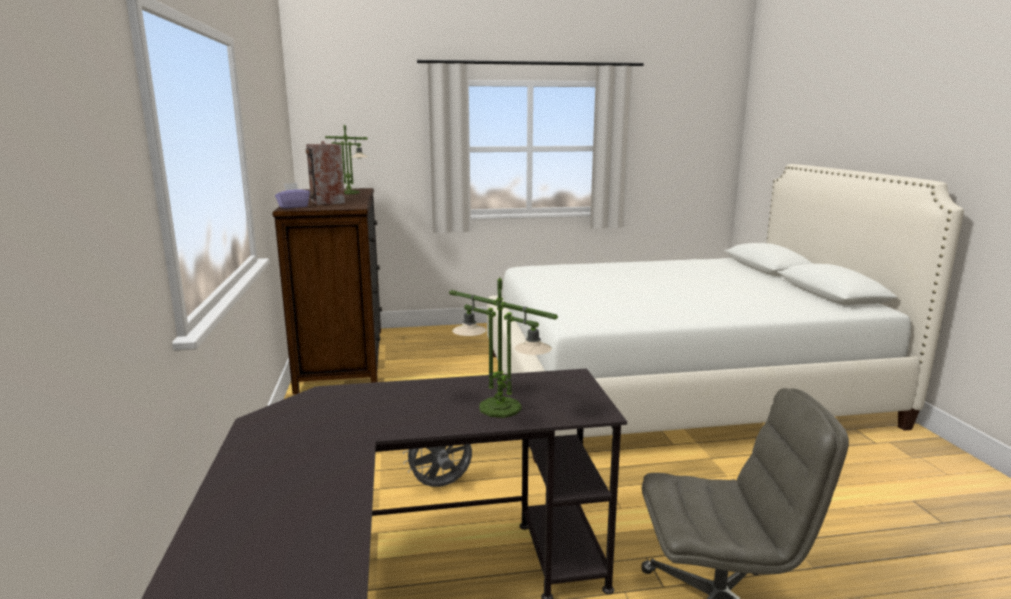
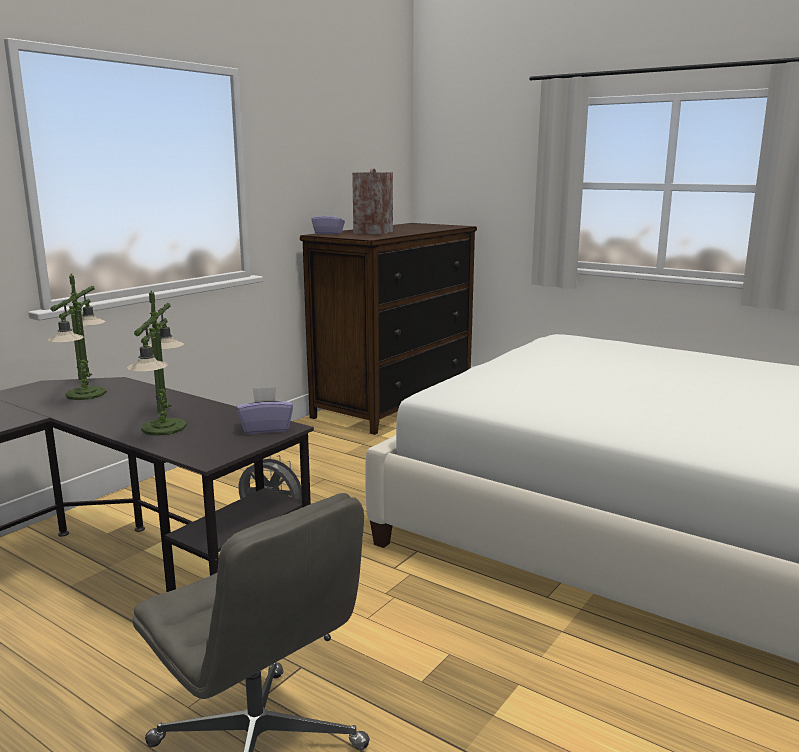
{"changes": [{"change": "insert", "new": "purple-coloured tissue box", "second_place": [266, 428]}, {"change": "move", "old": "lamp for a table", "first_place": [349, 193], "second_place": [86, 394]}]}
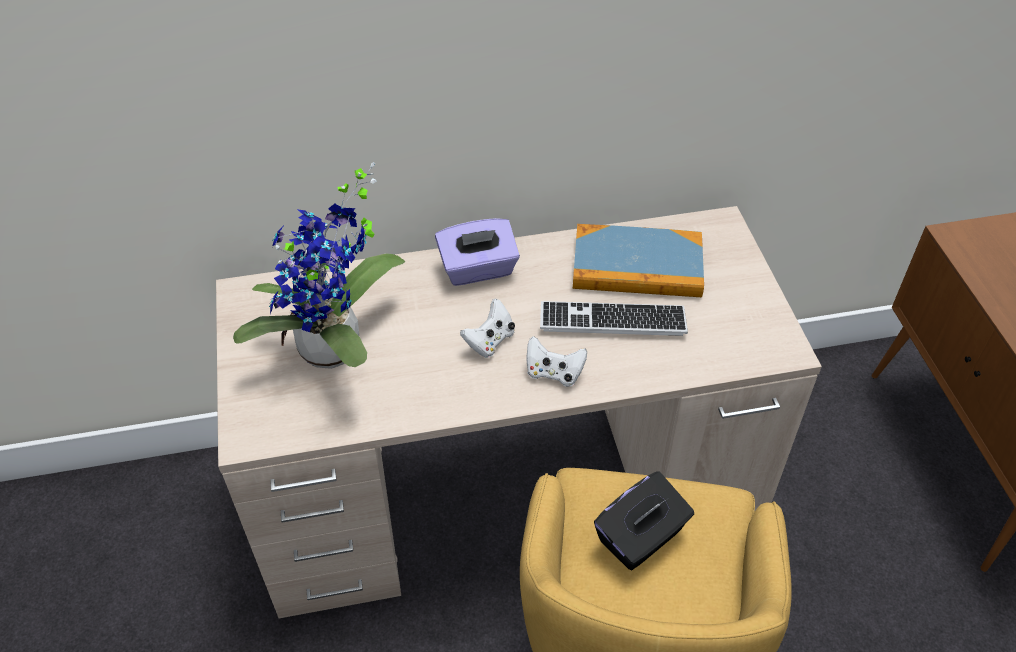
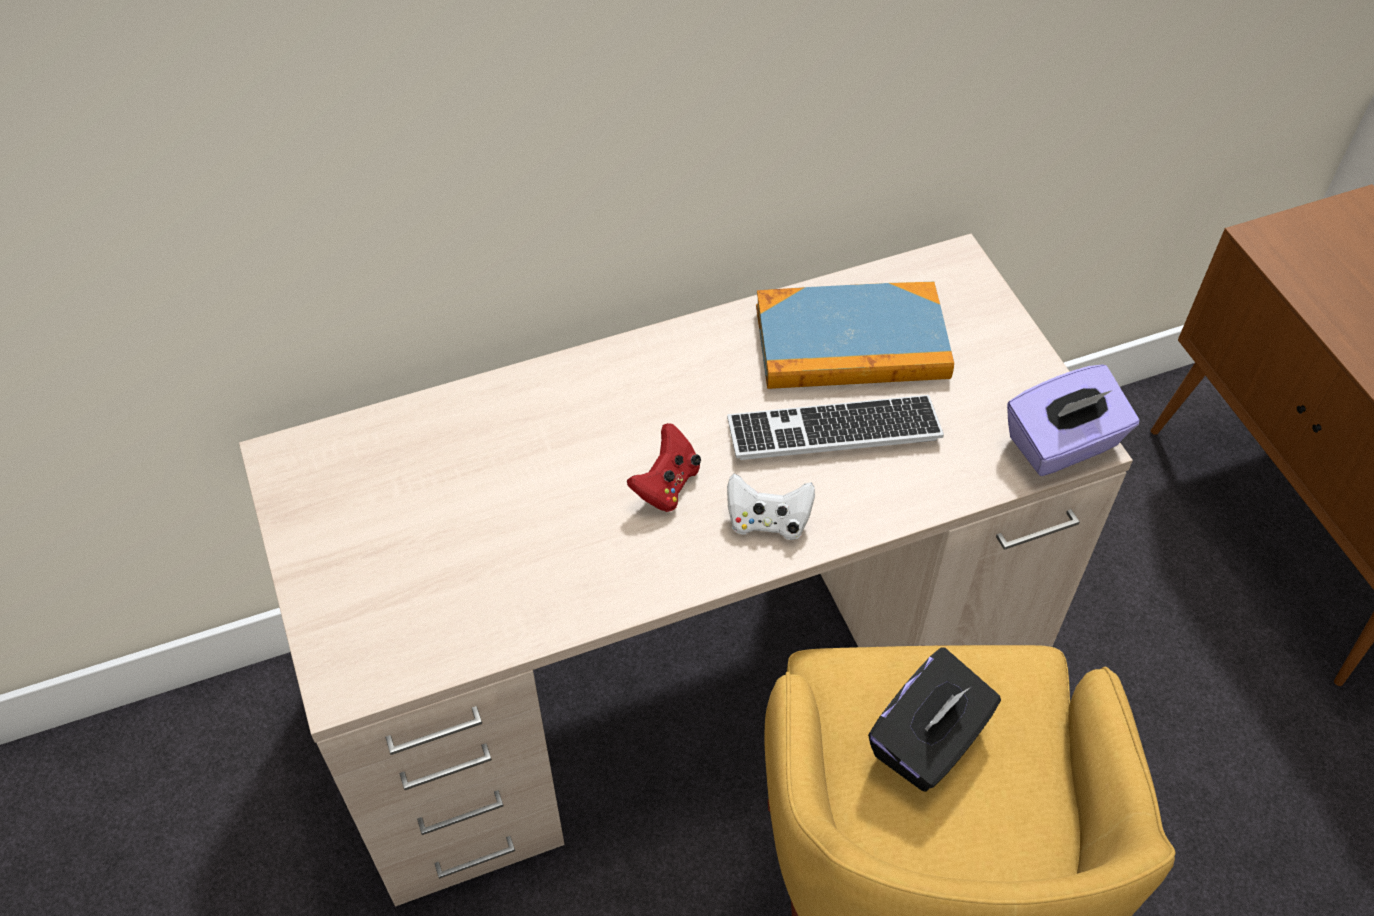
{"changes": [{"change": "delete", "old": "plant in a pot", "first_place": [336, 352]}, {"change": "move", "old": "purple-coloured tissue box", "first_place": [478, 269], "second_place": [1063, 444]}, {"change": "recolor", "old": "whitish game controller", "new": "reddish game controller", "first_place": [490, 341], "second_place": [666, 485]}]}
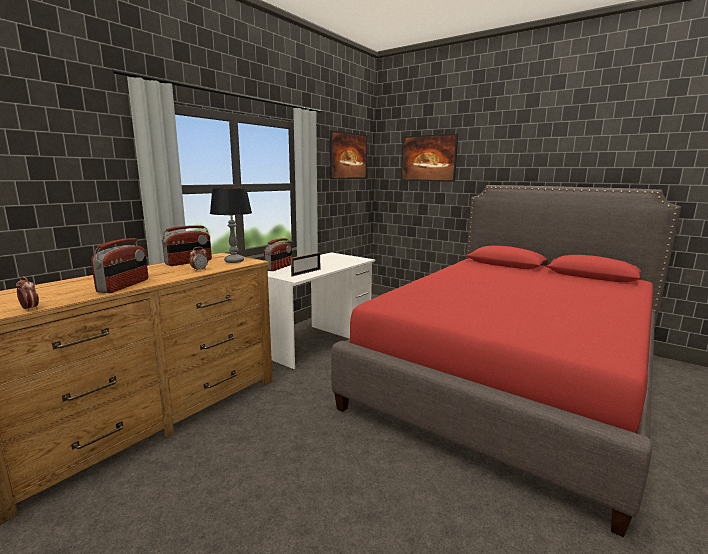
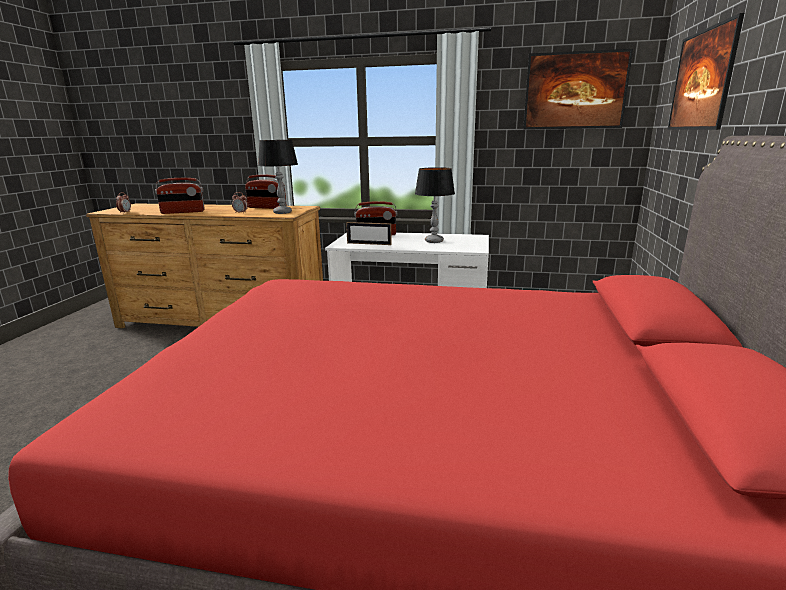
{"changes": [{"change": "insert", "new": "lamp for a table", "second_place": [434, 241]}]}
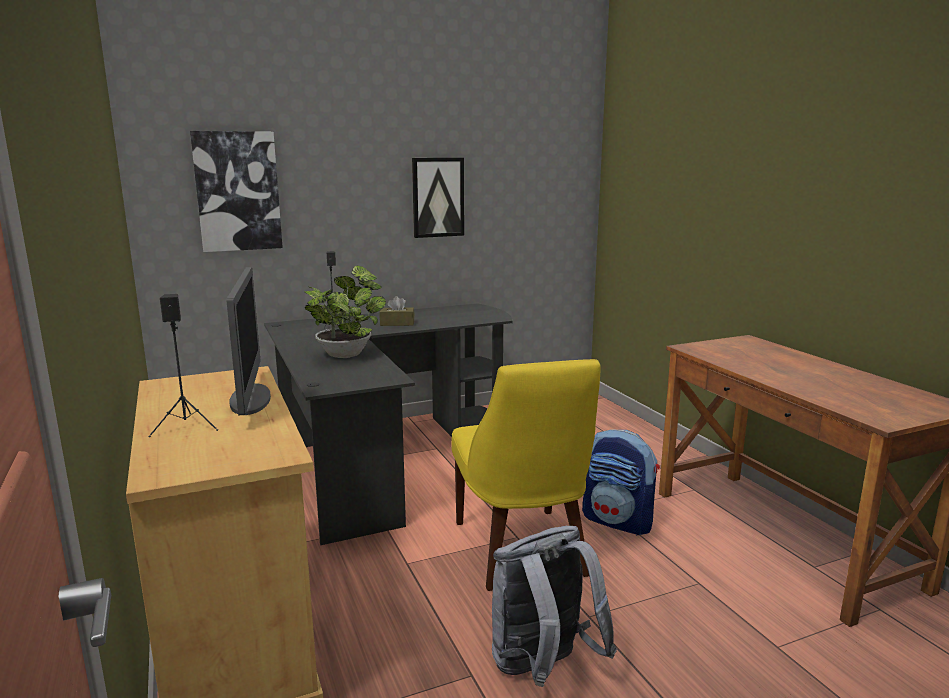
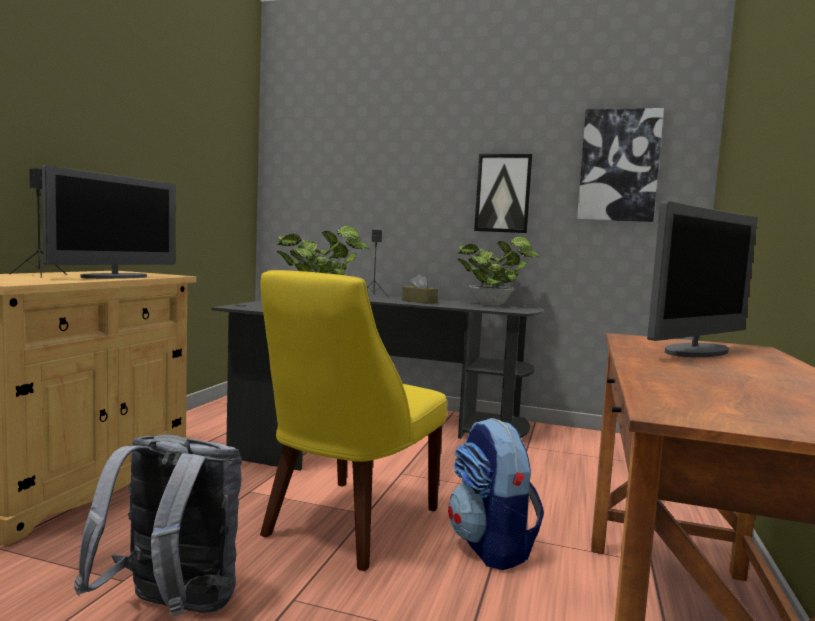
{"changes": [{"change": "insert", "new": "plant in a pot", "second_place": [494, 304]}, {"change": "insert", "new": "monitor", "second_place": [697, 351]}, {"change": "move", "old": "wall art", "first_place": [237, 191], "second_place": [618, 166]}]}
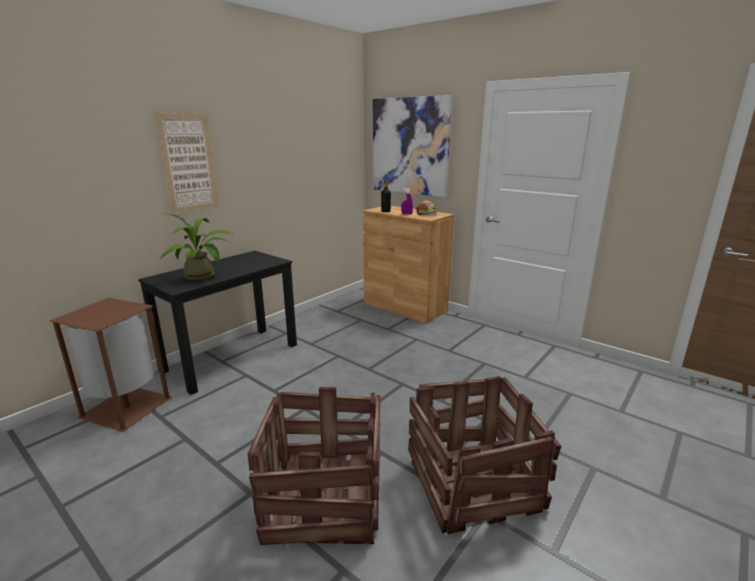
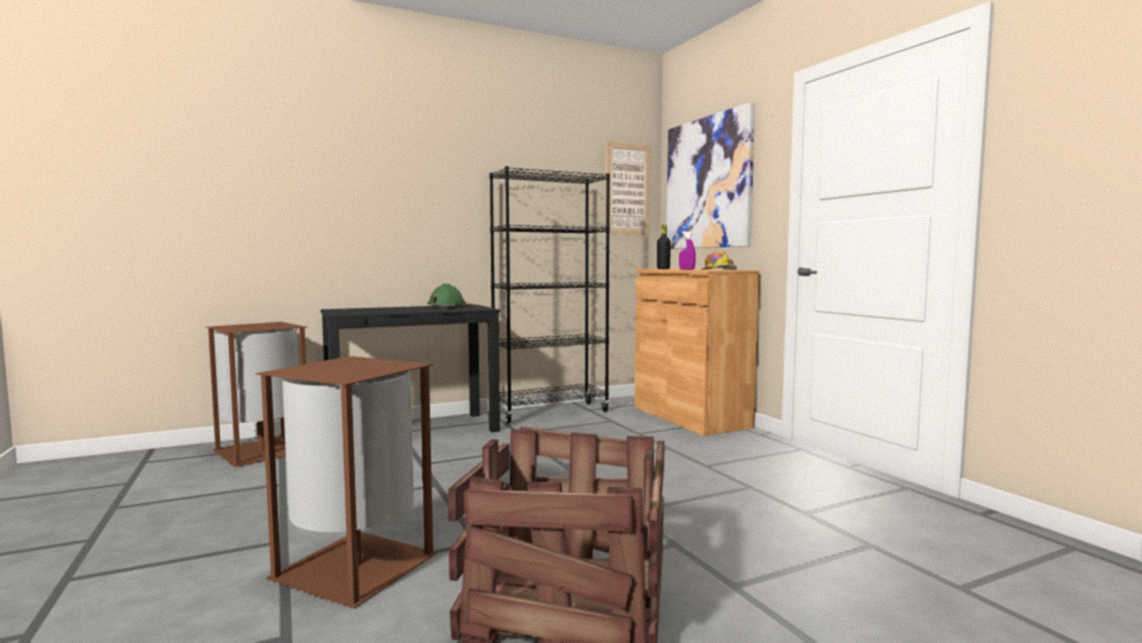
{"changes": [{"change": "delete", "old": "plant in a pot", "first_place": [203, 277]}, {"change": "insert", "new": "green-coloured hard hat", "second_place": [446, 306]}, {"change": "insert", "new": "black bookshelf", "second_place": [550, 412]}, {"change": "move", "old": "wall art", "first_place": [188, 163], "second_place": [627, 189]}, {"change": "replace", "old": "crate", "new": "brown-coloured trash can", "first_place": [324, 497], "second_place": [355, 565]}]}
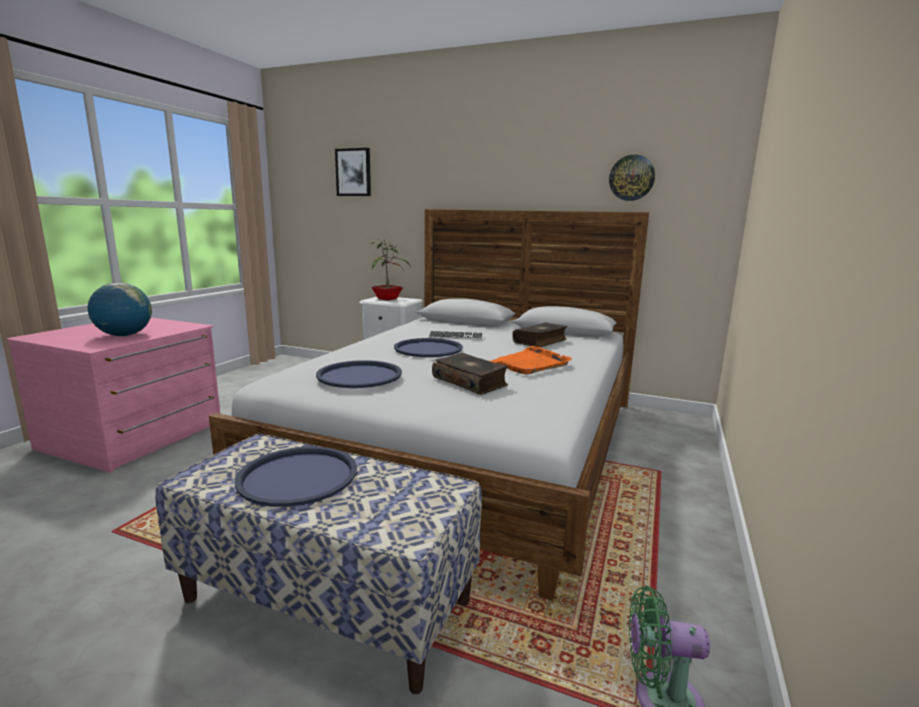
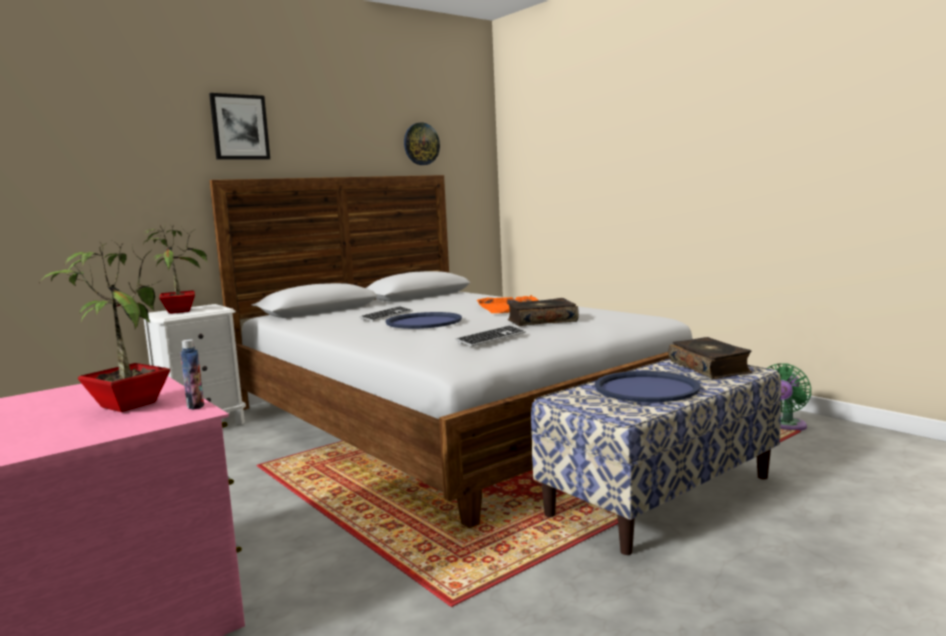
{"changes": [{"change": "insert", "new": "bottle", "second_place": [195, 406]}, {"change": "move", "old": "wall art", "first_place": [353, 172], "second_place": [239, 127]}, {"change": "move", "old": "volume", "first_place": [540, 341], "second_place": [710, 367]}, {"change": "replace", "old": "desk globe", "new": "plant in a pot", "first_place": [124, 335], "second_place": [126, 405]}, {"change": "replace", "old": "blue serving tray", "new": "computer keyboard", "first_place": [359, 375], "second_place": [491, 338]}]}
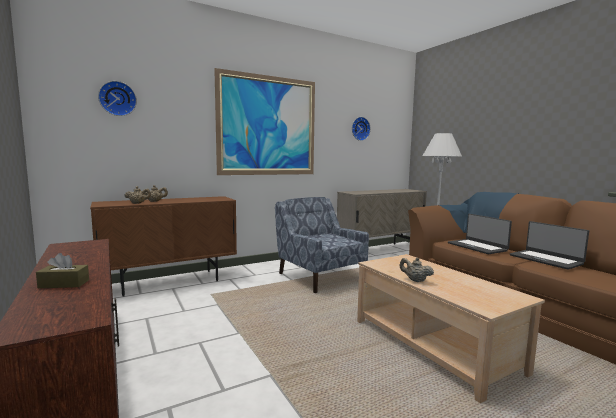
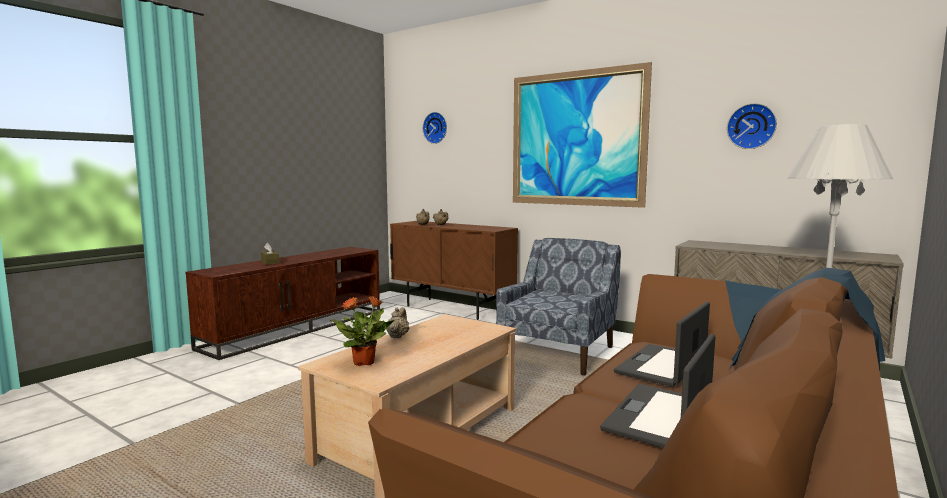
{"changes": [{"change": "insert", "new": "plant in a pot", "second_place": [365, 362]}]}
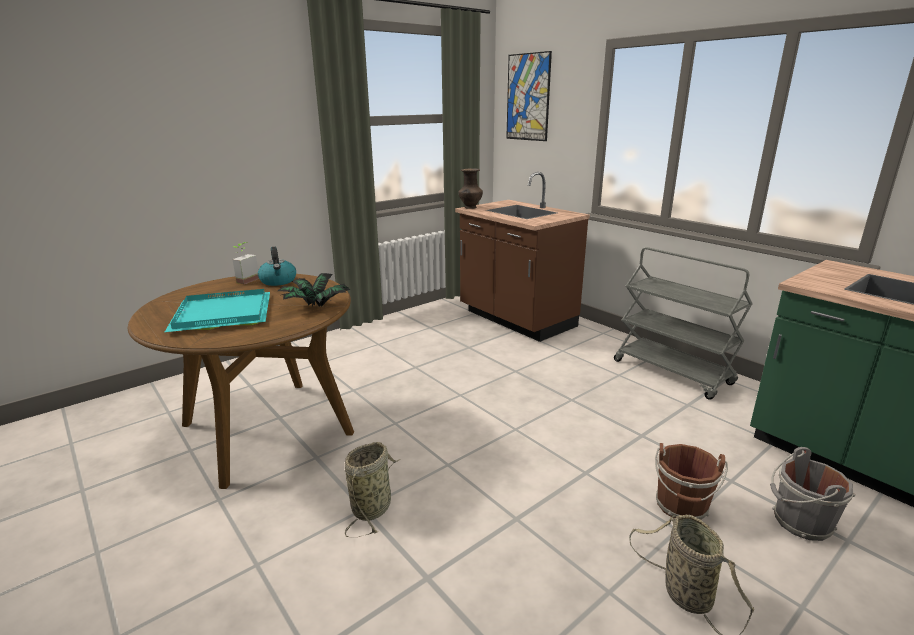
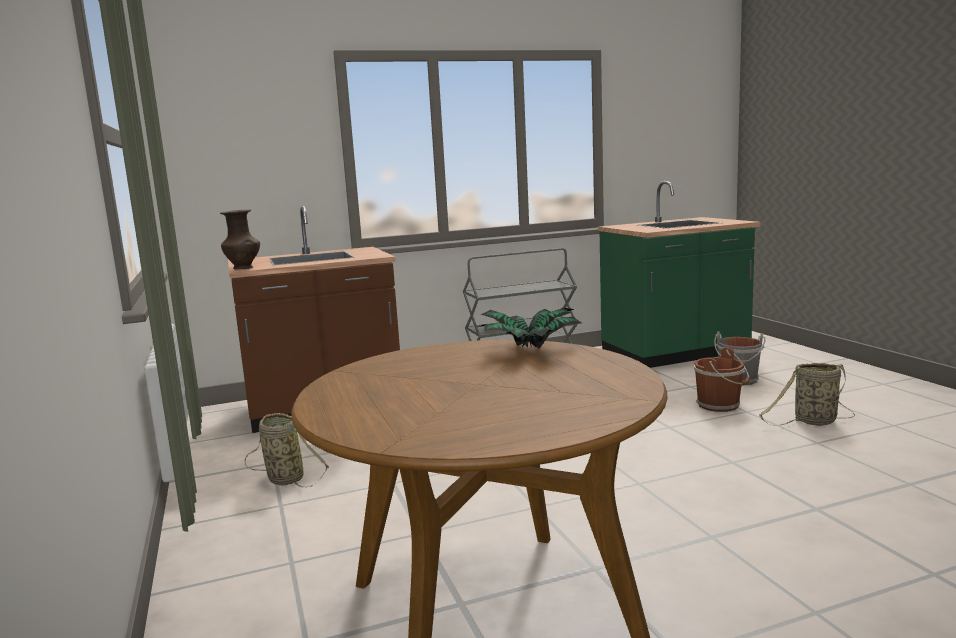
{"changes": [{"change": "delete", "old": "blue-green serving tray", "first_place": [221, 313]}, {"change": "delete", "old": "plant in a pot", "first_place": [245, 280]}, {"change": "delete", "old": "kettle", "first_place": [278, 281]}, {"change": "delete", "old": "wall art", "first_place": [528, 97]}, {"change": "move", "old": "basket", "first_place": [373, 506], "second_place": [283, 478]}]}
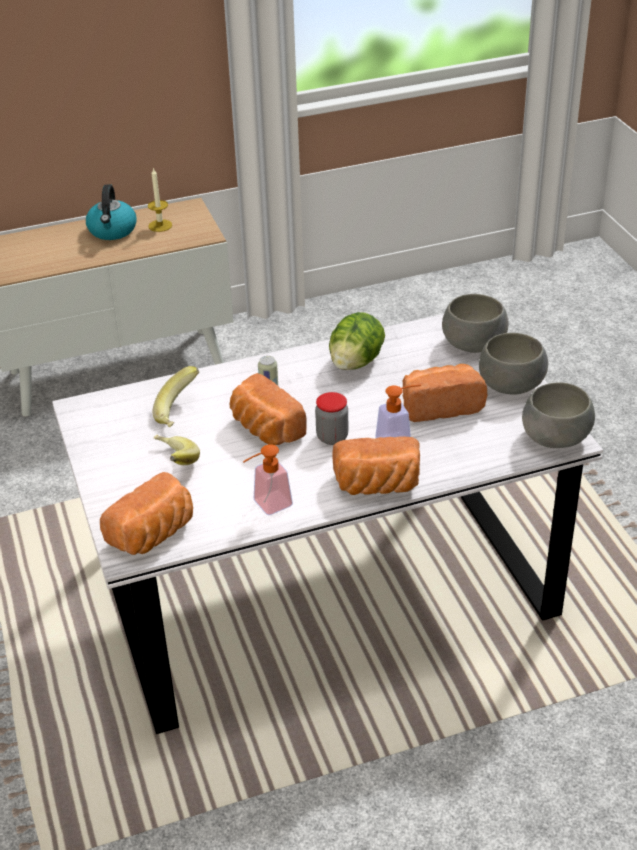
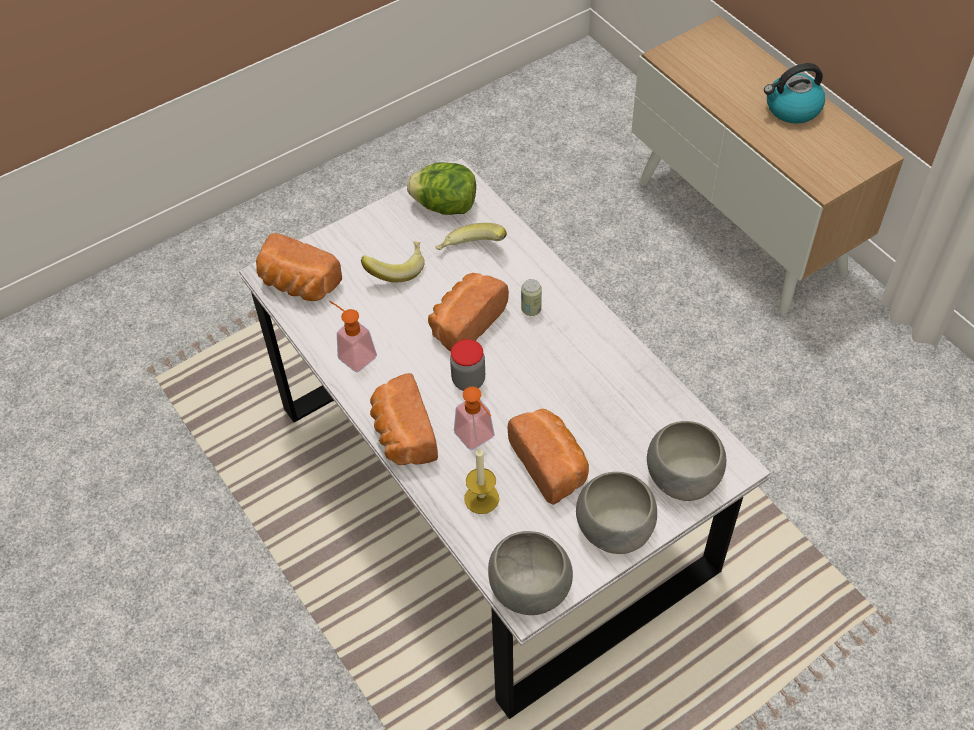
{"changes": [{"change": "move", "old": "candle", "first_place": [160, 225], "second_place": [481, 498]}, {"change": "move", "old": "lettuce", "first_place": [355, 362], "second_place": [445, 206]}]}
